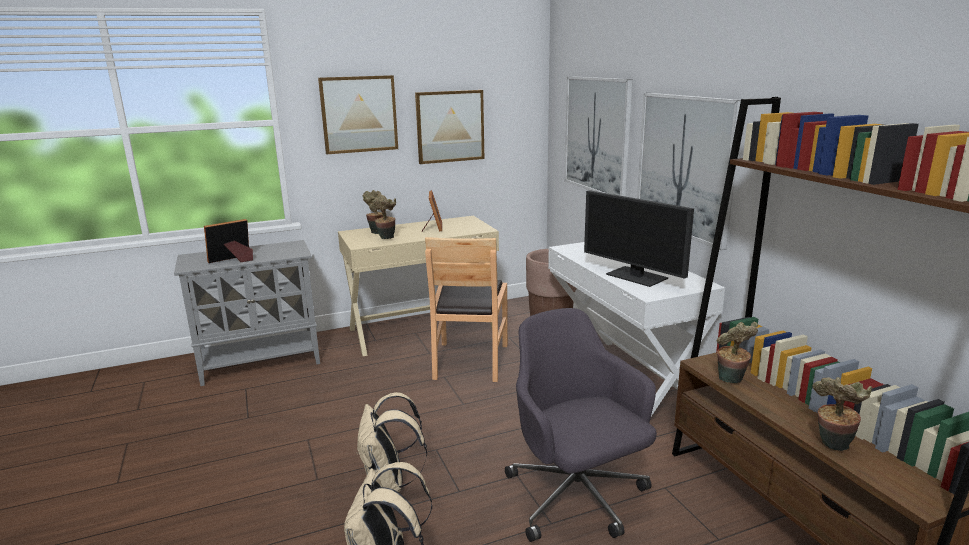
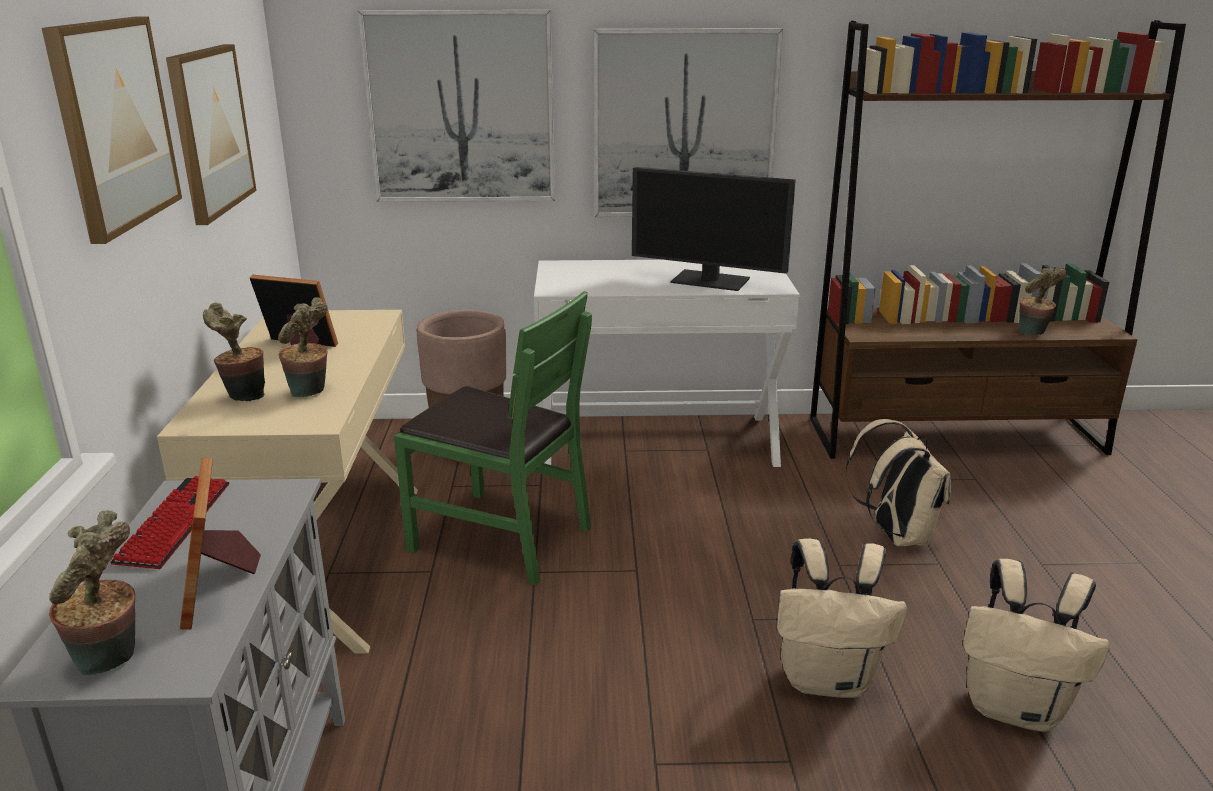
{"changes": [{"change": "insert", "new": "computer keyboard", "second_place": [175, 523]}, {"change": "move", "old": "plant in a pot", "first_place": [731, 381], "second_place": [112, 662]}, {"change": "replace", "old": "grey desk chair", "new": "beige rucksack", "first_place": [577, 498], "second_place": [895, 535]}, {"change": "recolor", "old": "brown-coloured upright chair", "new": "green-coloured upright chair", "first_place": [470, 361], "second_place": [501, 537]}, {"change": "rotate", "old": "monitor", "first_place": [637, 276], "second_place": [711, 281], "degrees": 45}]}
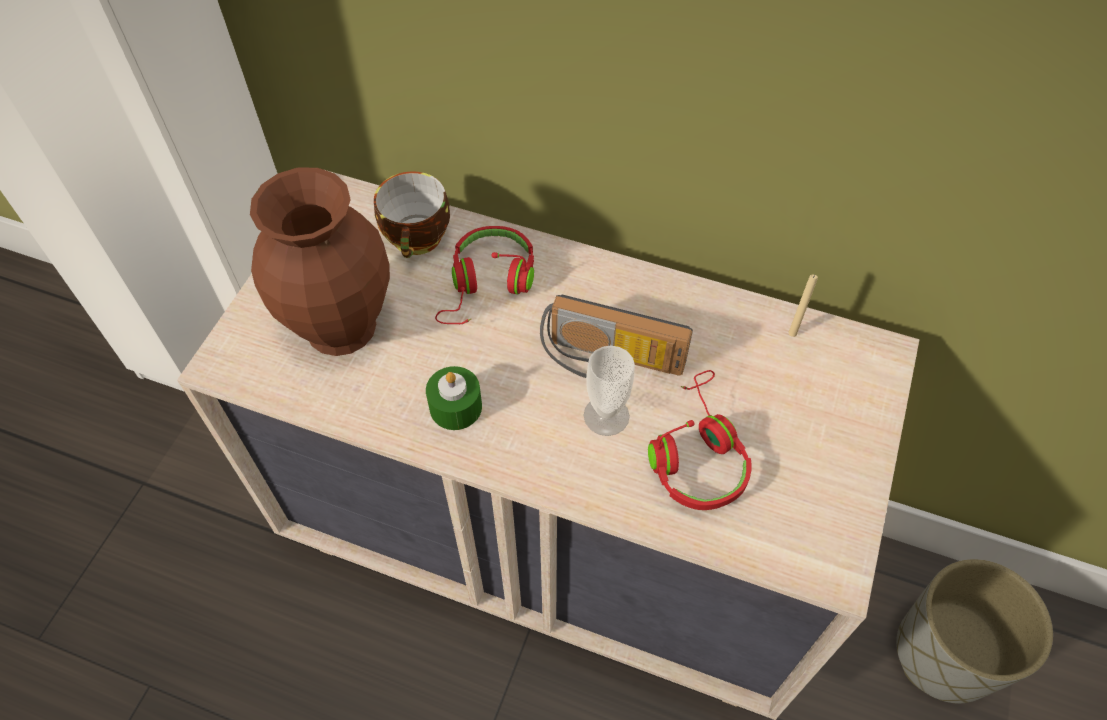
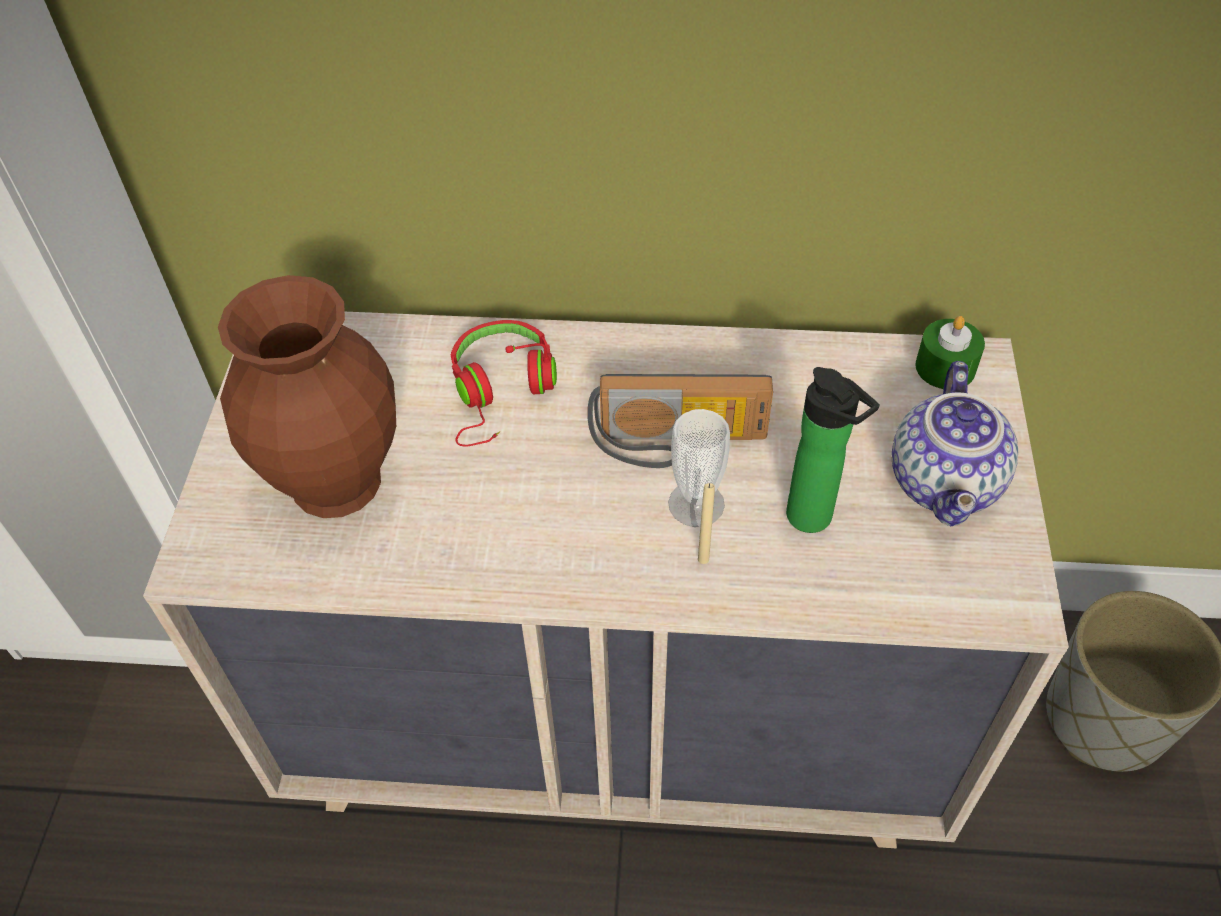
{"changes": [{"change": "delete", "old": "cup", "first_place": [418, 239]}, {"change": "insert", "new": "tea pot", "second_place": [947, 484]}, {"change": "move", "old": "green-coloured candle", "first_place": [455, 407], "second_place": [945, 367]}, {"change": "move", "old": "beige candle", "first_place": [792, 333], "second_place": [703, 559]}, {"change": "replace", "old": "reddish pair of headphones", "new": "bottle", "first_place": [696, 454], "second_place": [814, 520]}]}
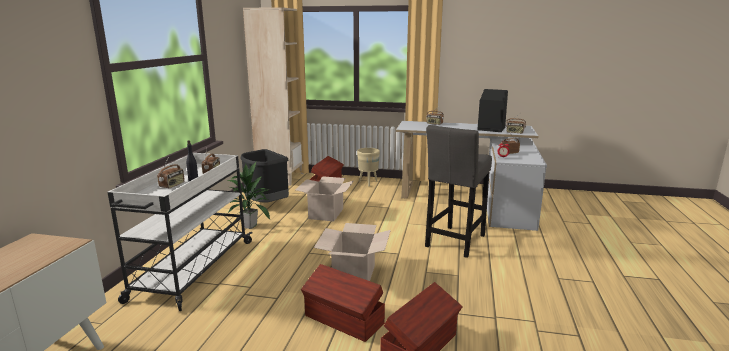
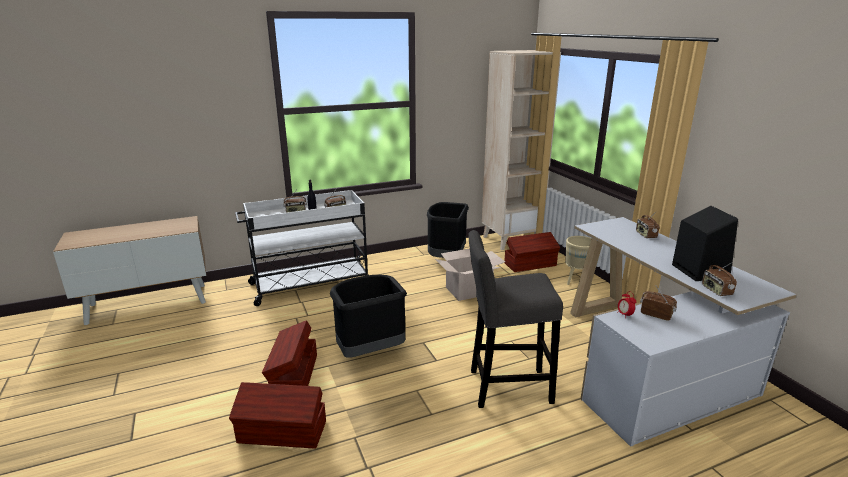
{"changes": [{"change": "delete", "old": "plant in a pot", "first_place": [249, 226]}, {"change": "replace", "old": "packing box", "new": "black trash can", "first_place": [354, 275], "second_place": [369, 352]}]}
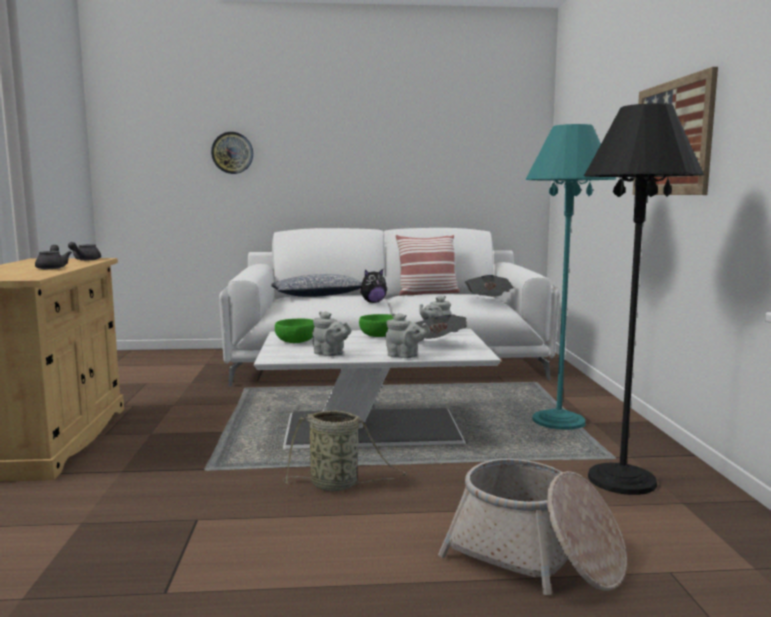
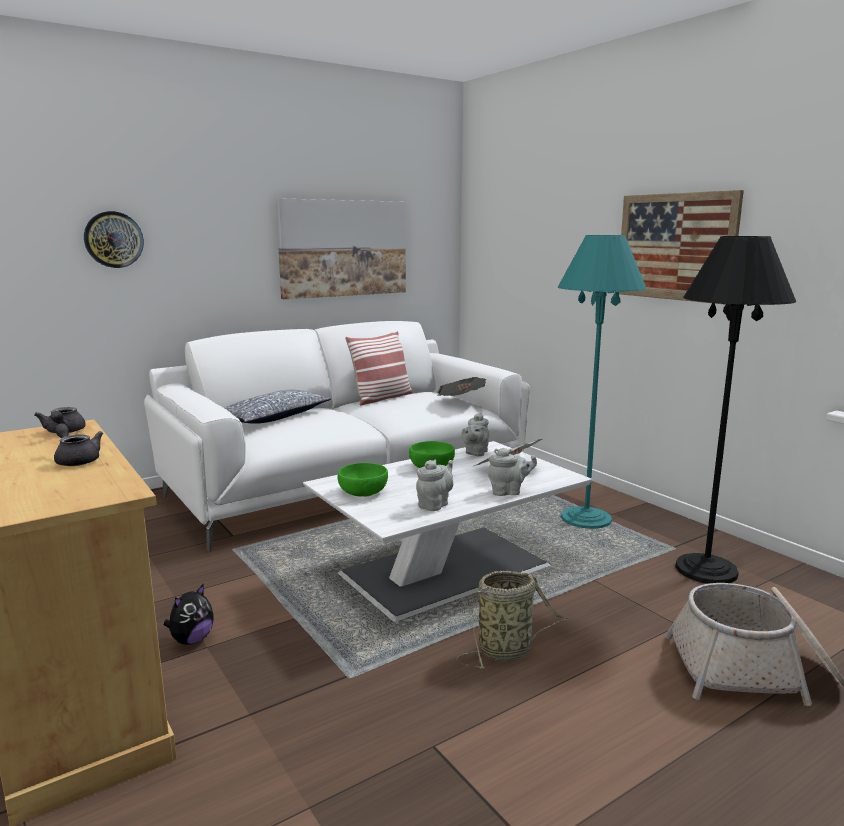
{"changes": [{"change": "insert", "new": "wall art", "second_place": [343, 248]}, {"change": "move", "old": "soft toy", "first_place": [373, 302], "second_place": [191, 640]}, {"change": "rotate", "old": "grey tea pot", "first_place": [330, 354], "second_place": [435, 504], "degrees": -60}]}
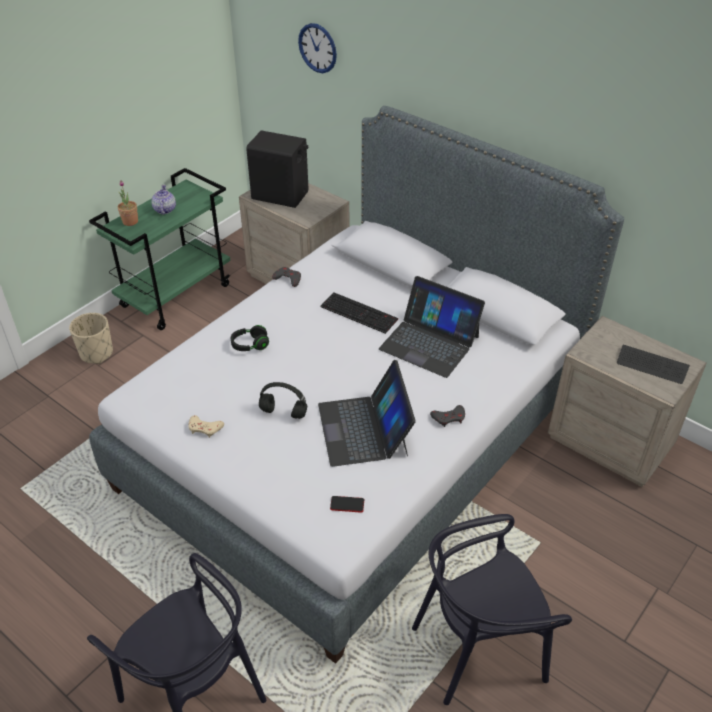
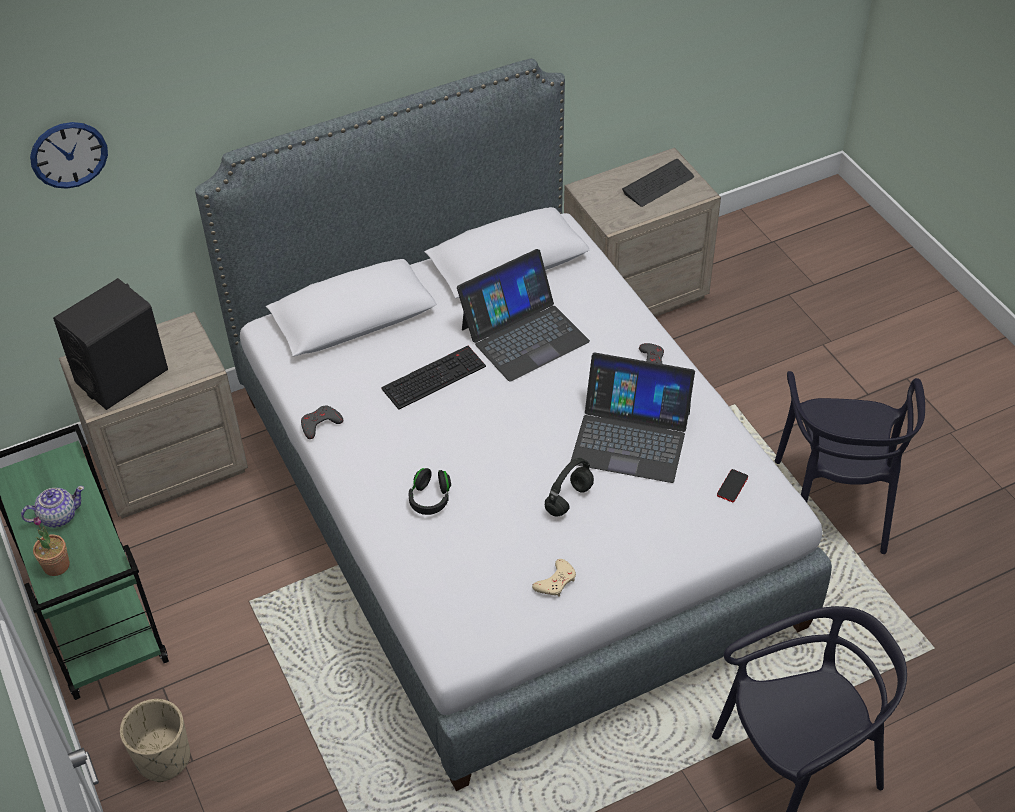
{"changes": [{"change": "rotate", "old": "tea pot", "first_place": [164, 210], "second_place": [58, 516], "degrees": 135}]}
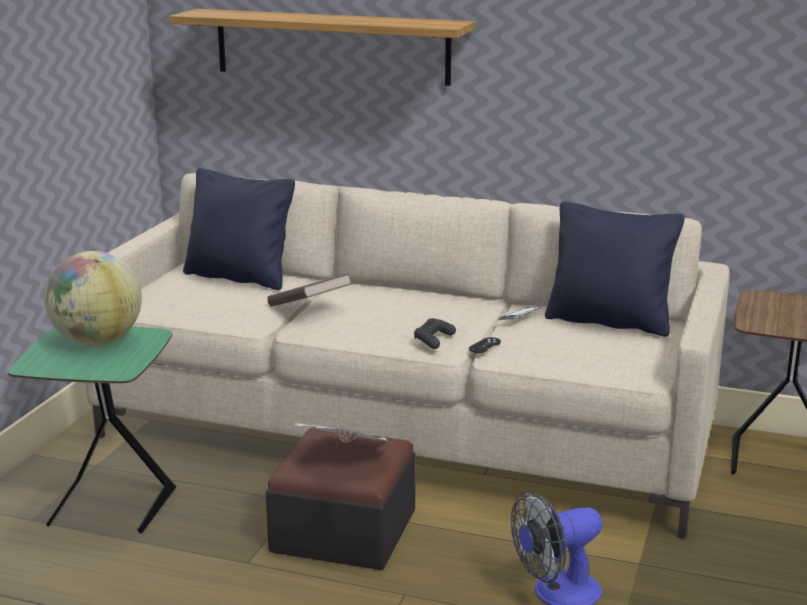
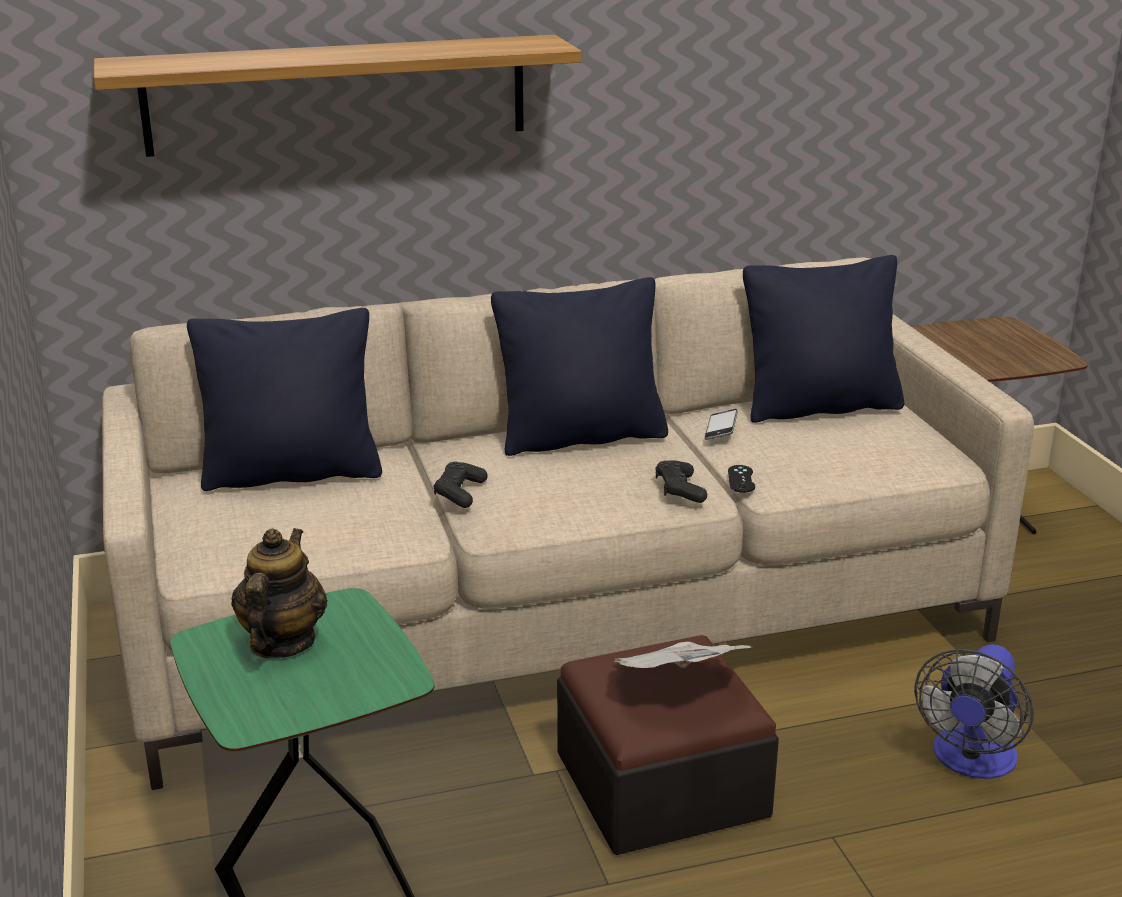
{"changes": [{"change": "insert", "new": "black pillow", "second_place": [581, 437]}, {"change": "replace", "old": "desk globe", "new": "tea pot", "first_place": [97, 341], "second_place": [281, 643]}, {"change": "replace", "old": "brown-coloured volume", "new": "black game controller", "first_place": [309, 308], "second_place": [460, 493]}]}
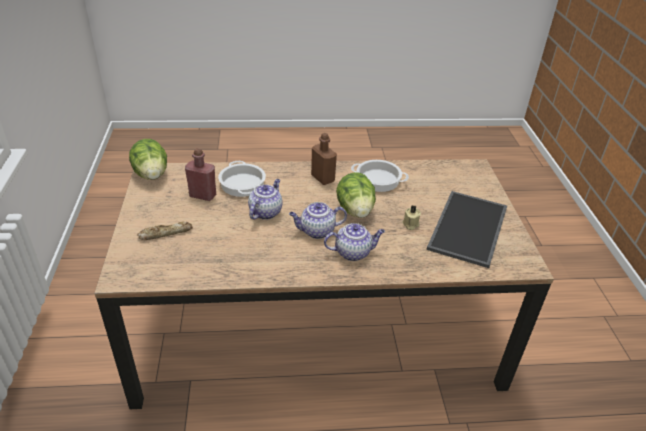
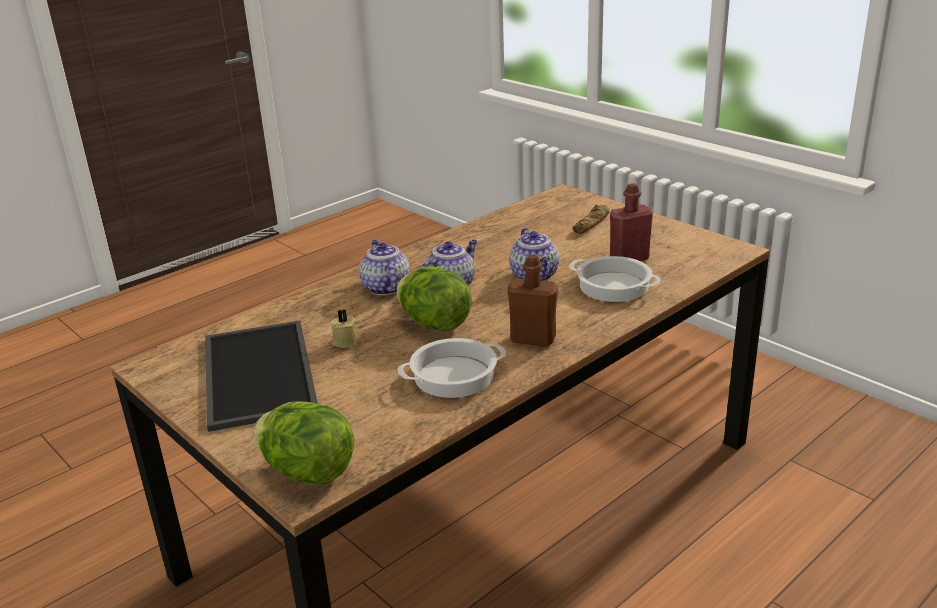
{"changes": [{"change": "move", "old": "lettuce", "first_place": [151, 175], "second_place": [308, 472]}, {"change": "rotate", "old": "tea pot", "first_place": [353, 252], "second_place": [385, 287], "degrees": 120}]}
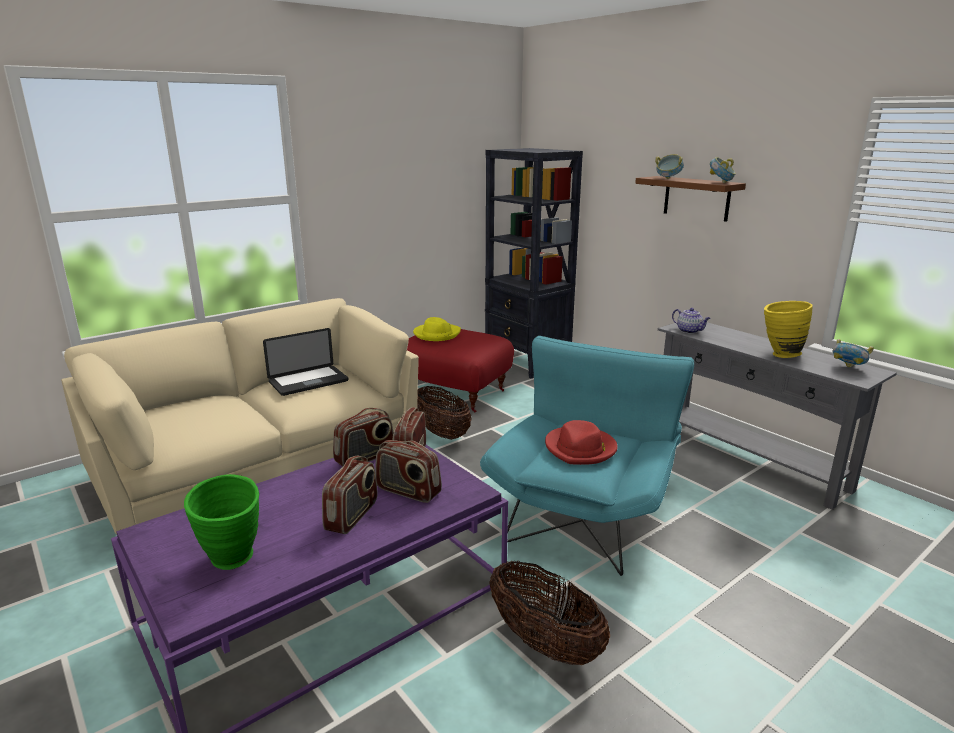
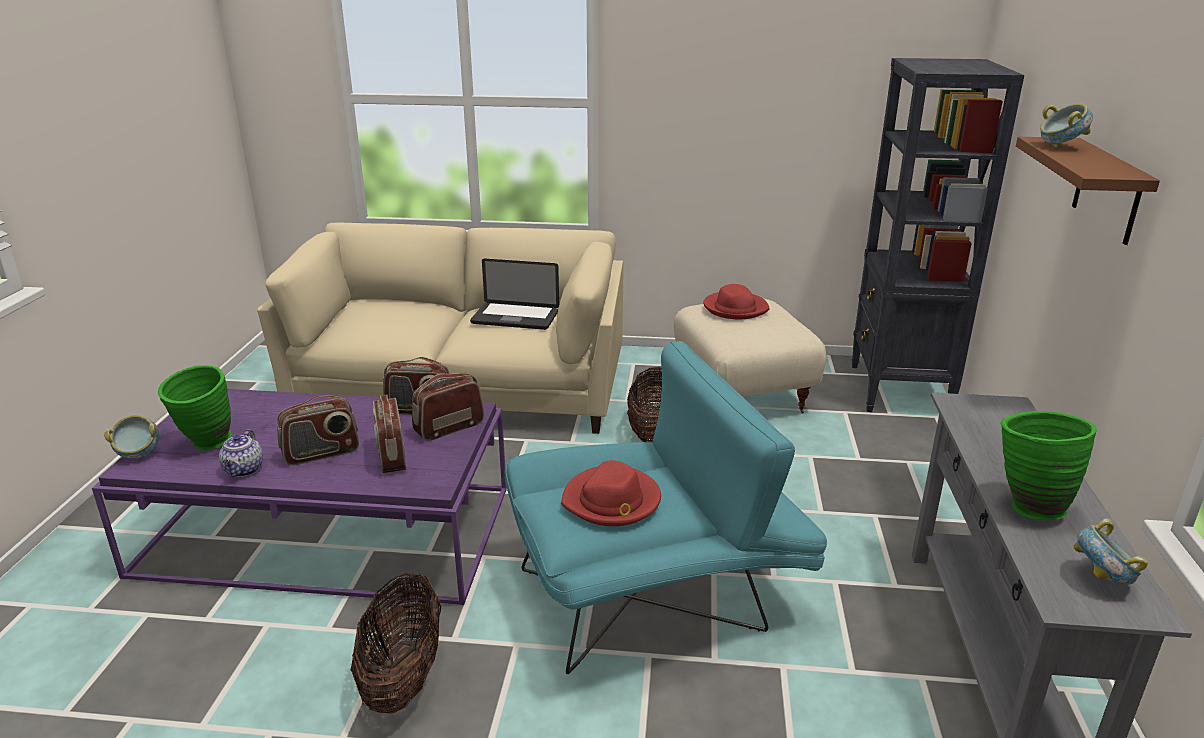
{"changes": [{"change": "move", "old": "tea pot", "first_place": [689, 331], "second_place": [244, 470]}, {"change": "move", "old": "bowl", "first_place": [720, 183], "second_place": [138, 455]}, {"change": "recolor", "old": "reddish ottoman", "new": "beige ottoman", "first_place": [455, 392], "second_place": [744, 392]}, {"change": "recolor", "old": "yellow hat", "new": "reddish hat", "first_place": [436, 334], "second_place": [735, 308]}, {"change": "recolor", "old": "yellow flower vase", "new": "green-coloured flower vase", "first_place": [779, 355], "second_place": [1027, 505]}]}
